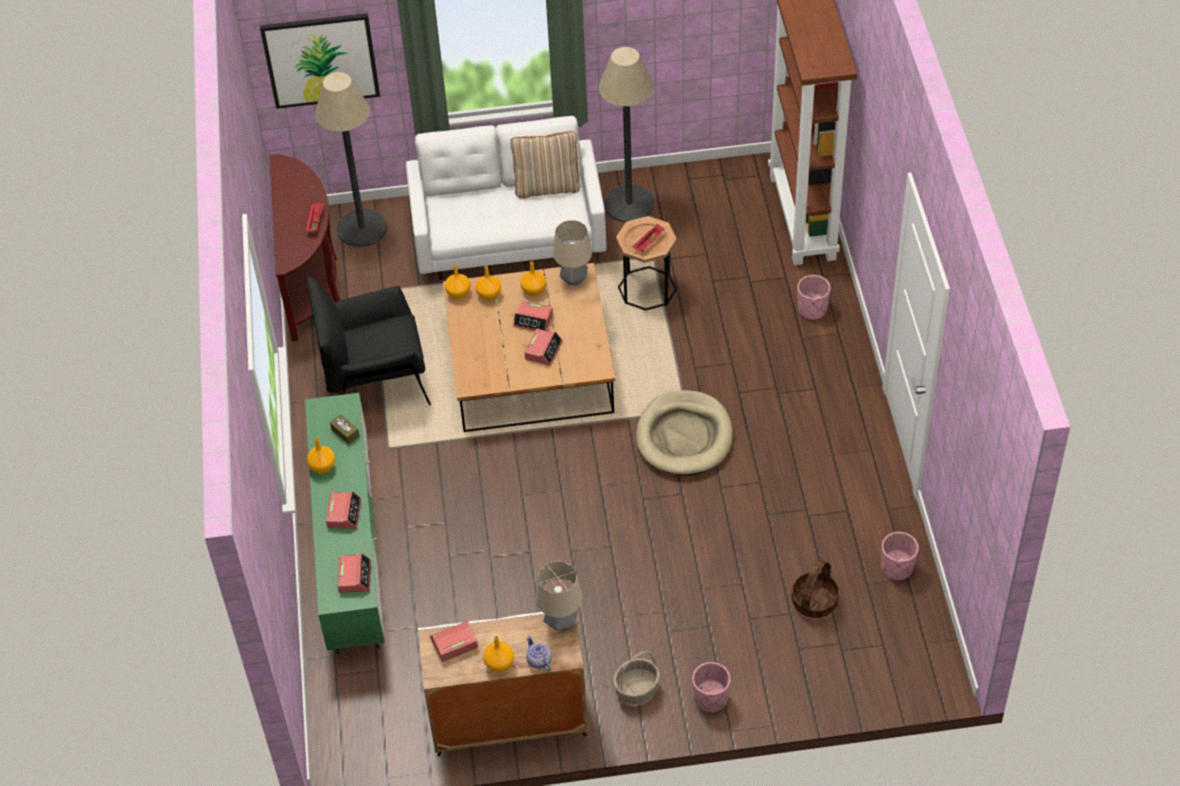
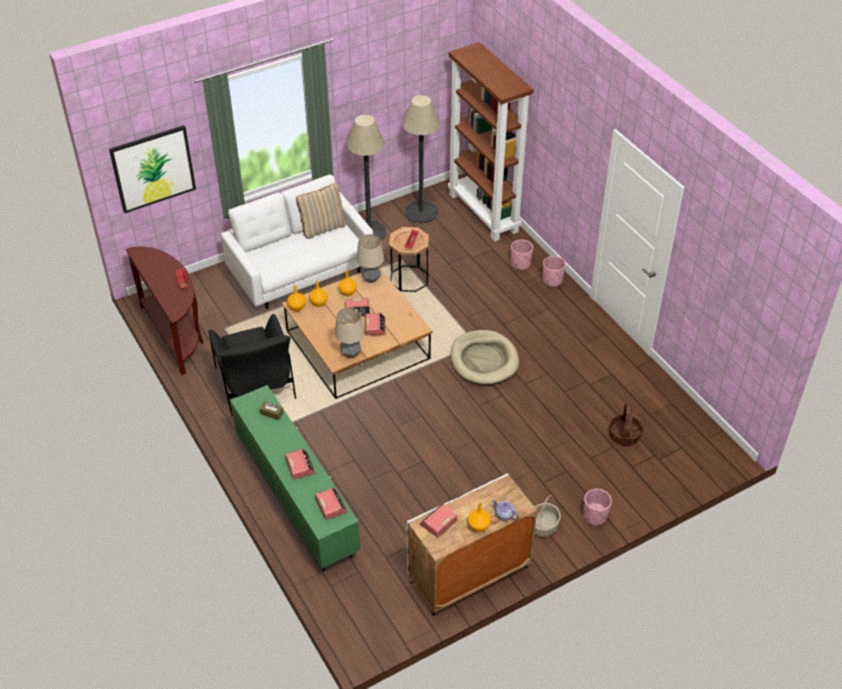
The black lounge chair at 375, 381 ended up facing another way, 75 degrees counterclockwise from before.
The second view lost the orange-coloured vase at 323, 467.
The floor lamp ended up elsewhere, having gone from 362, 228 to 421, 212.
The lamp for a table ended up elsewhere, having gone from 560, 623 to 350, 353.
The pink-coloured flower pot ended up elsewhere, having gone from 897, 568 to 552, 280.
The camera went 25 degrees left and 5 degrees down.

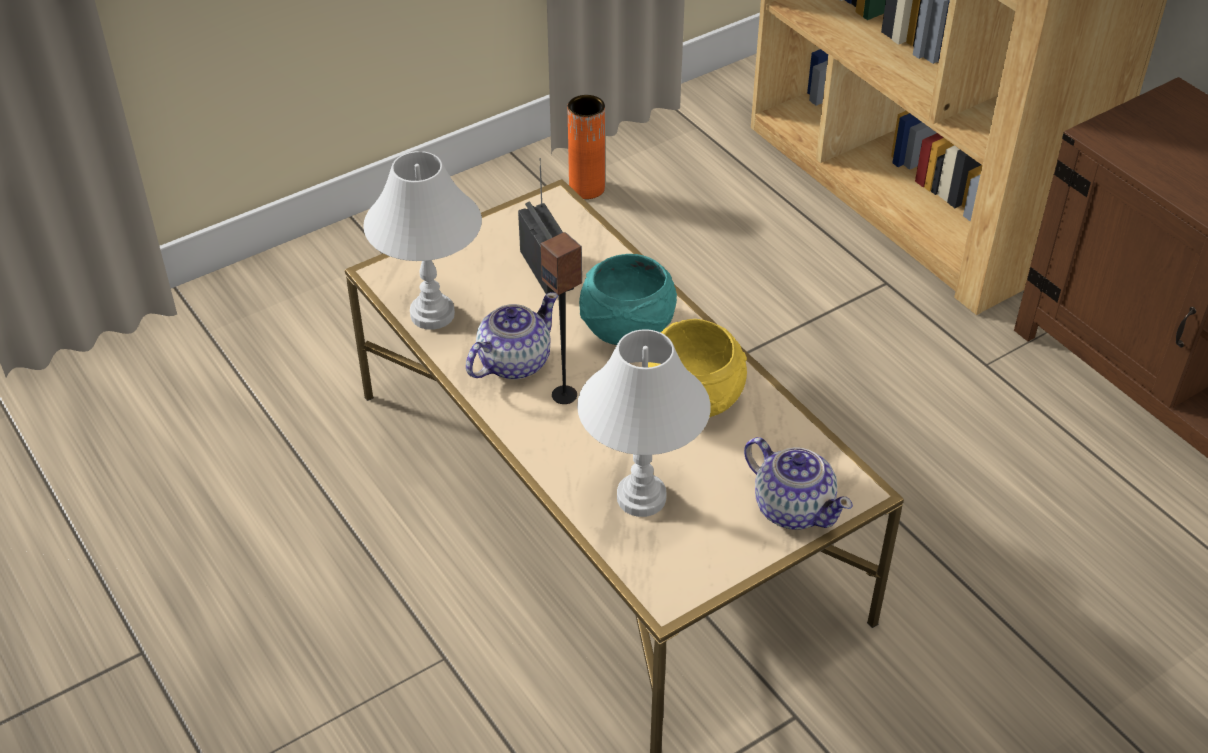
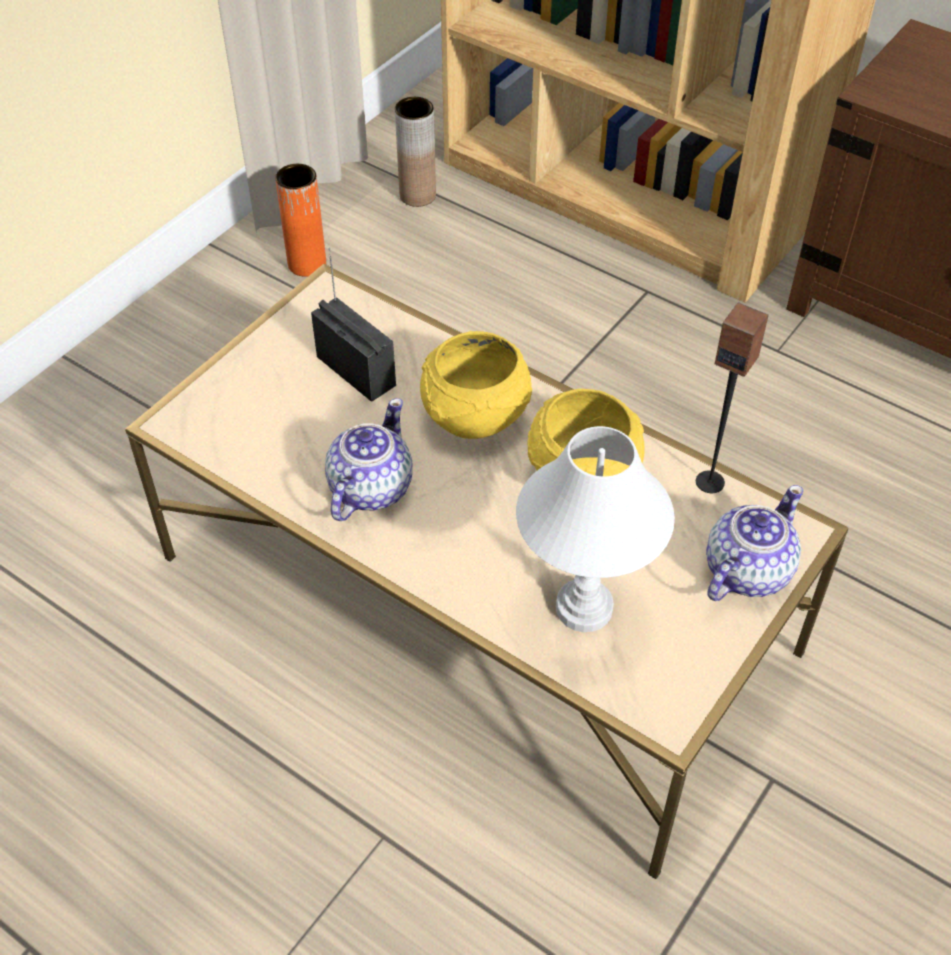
The second view lost the whitish lamp for a table at 432, 313.
The audio speaker ended up elsewhere, having gone from 565, 395 to 710, 482.
What was the blue-green deep dish at 626, 329 turned into the yellow-coloured deep dish at 474, 417.
The pot for tea at 793, 507 ended up facing another way, 75 degrees counterclockwise from before.
The second view gained the brown-coloured vase at 417, 195.
The camera went 20 degrees left and 5 degrees up.

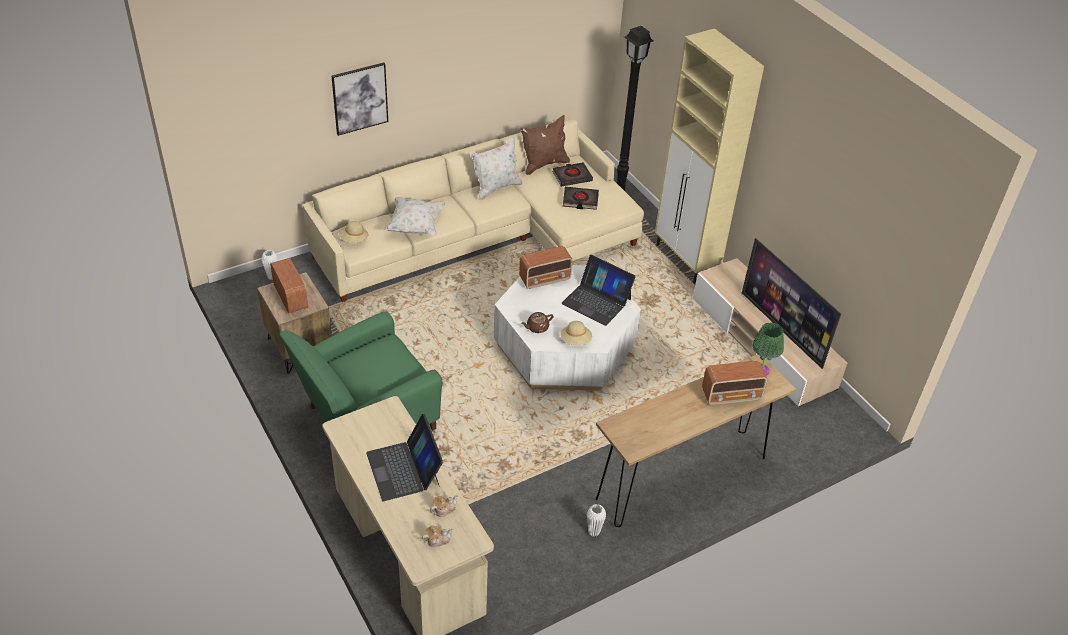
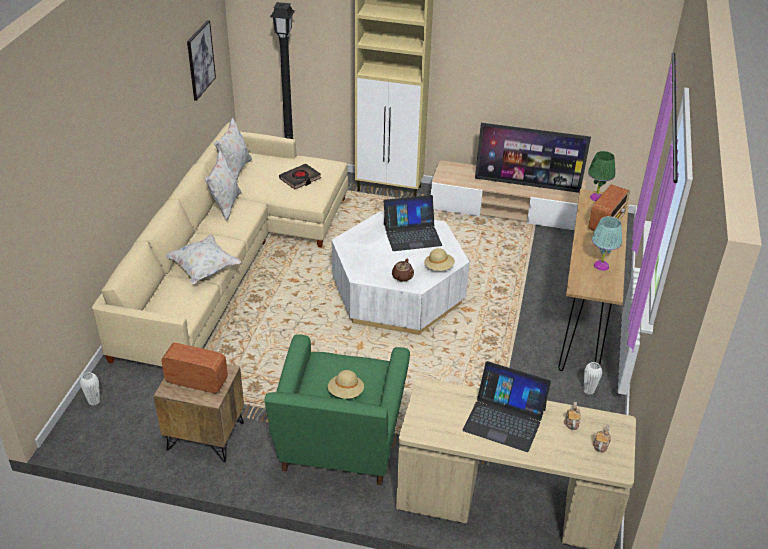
The picture ended up elsewhere, having gone from 360, 98 to 200, 60.
The beige hat ended up elsewhere, having gone from 353, 239 to 346, 392.
What was the brown-coloured pillow at 543, 164 turned into the whitish pillow at 235, 171.
The second view lost the radio at 545, 279.
The second view lost the black book at 572, 177.
The second view gained the blue-green lamp for a table at 601, 265.
The camera went 45 degrees left and 5 degrees down.

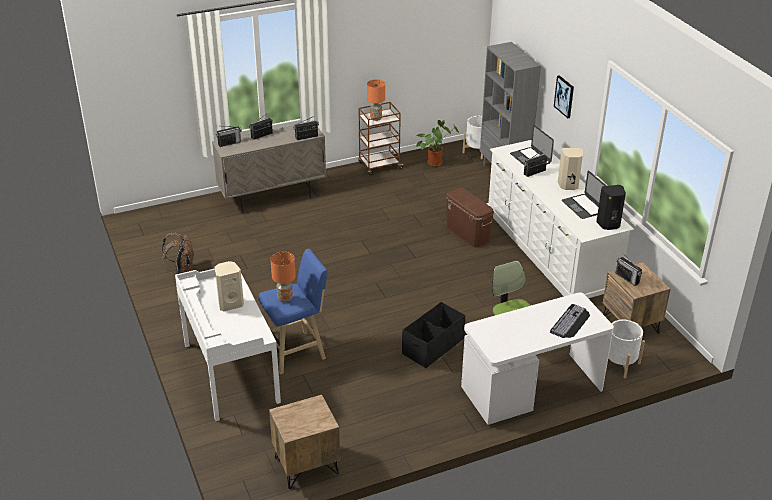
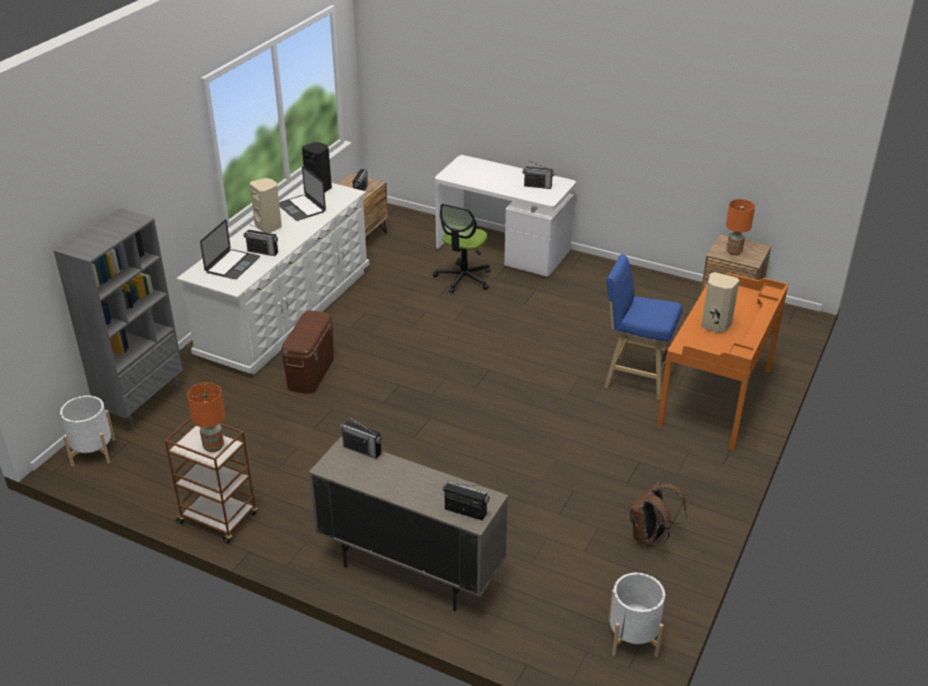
What was the whitish desk at 230, 373 turned into the orange-coloured desk at 716, 398.
The radio ended up elsewhere, having gone from 262, 135 to 538, 186.
The orange-coloured lamp for a table ended up elsewhere, having gone from 285, 298 to 733, 252.
The second view lost the black storage box at 432, 346.
The second view lost the houseplant at 435, 162.
The second view lost the keyboard at 571, 322.
The second view lost the picture at 564, 96.
The portable computer at 583, 206 ended up facing another way, 120 degrees clockwise from before.
The whitish flower pot ended up elsewhere, having gone from 620, 364 to 633, 637.
The camera went 130 degrees left and 0 degrees up.

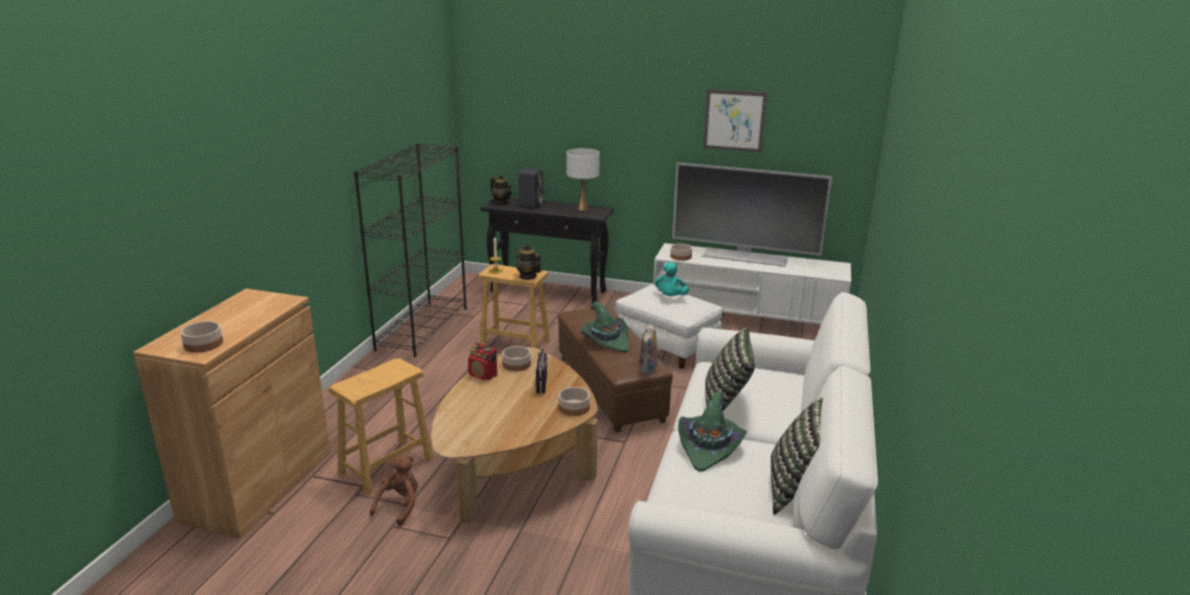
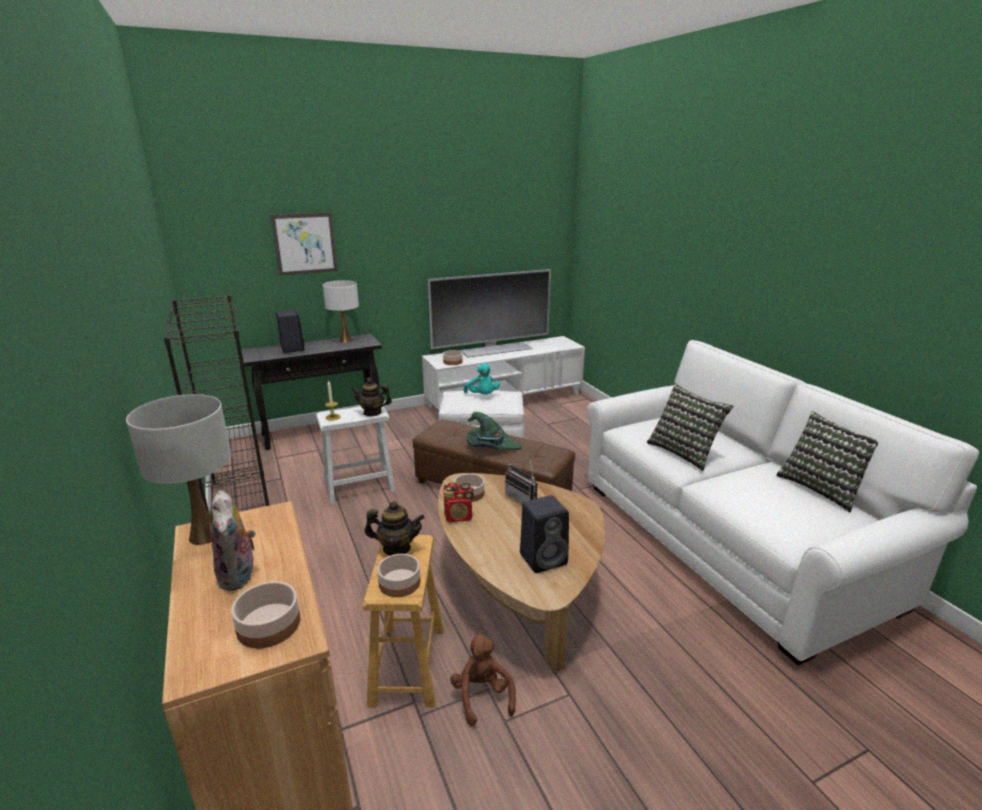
What was the brown-coloured sitting stool at 514, 344 turned into the whitish sitting stool at 359, 488.
The pot for tea ended up elsewhere, having gone from 501, 202 to 396, 548.
The deep dish ended up elsewhere, having gone from 574, 407 to 399, 582.
The plush toy ended up elsewhere, having gone from 648, 369 to 240, 576.
The second view lost the green-coloured hat at 709, 447.
The picture ended up elsewhere, having gone from 734, 120 to 305, 243.
The second view gained the whitish lamp for a table at 204, 536.
The second view gained the black audio speaker at 544, 558.
The camera went 40 degrees left and 0 degrees up.

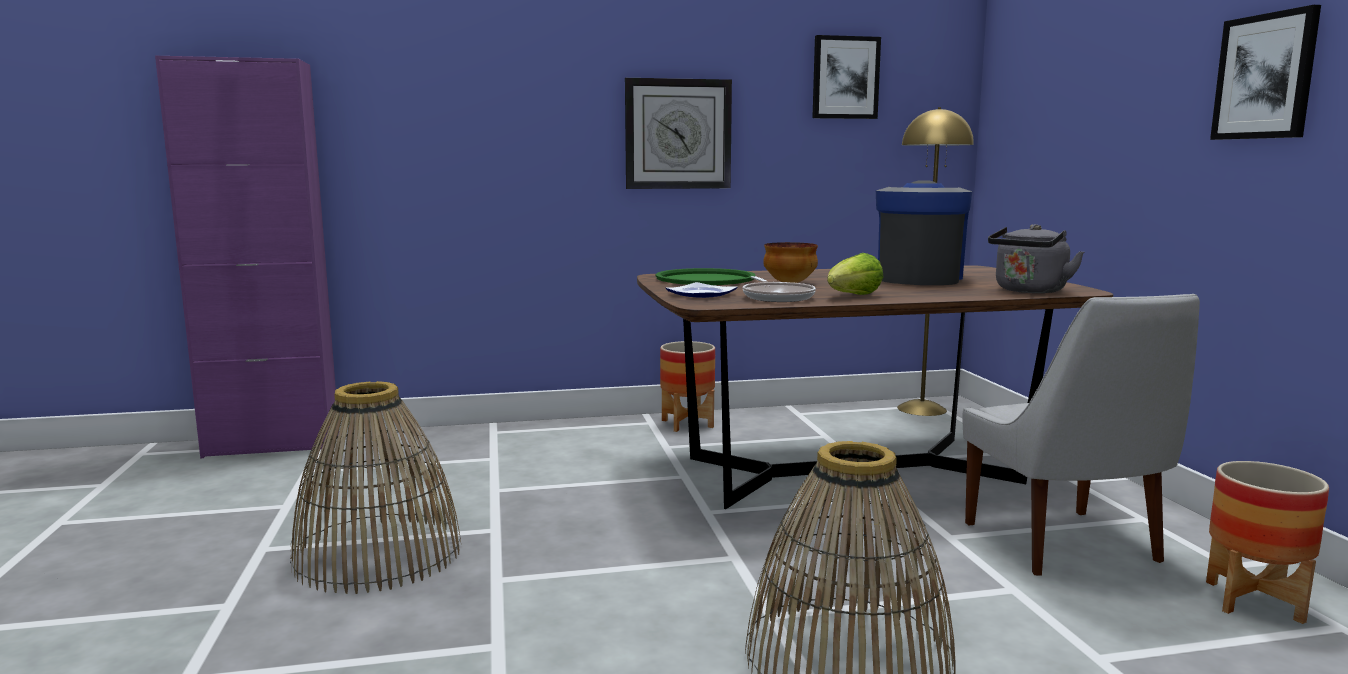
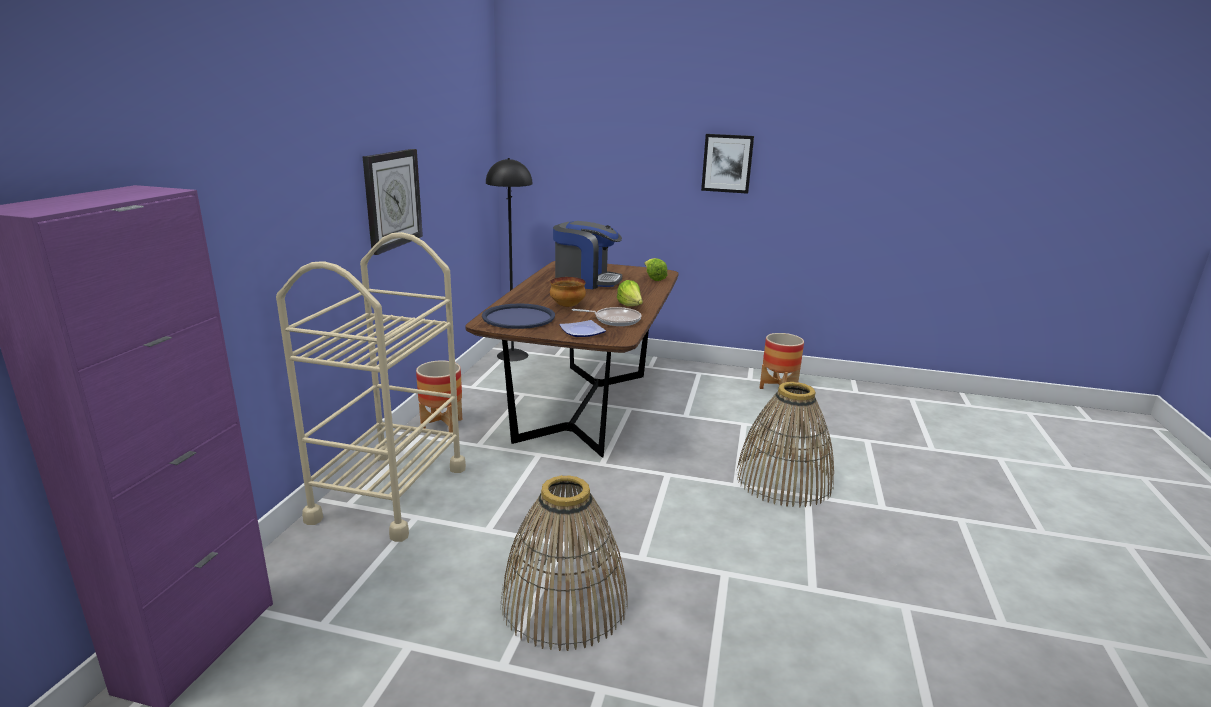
What was the green-coloured tray at 705, 279 turned into the blue-coloured tray at 518, 317.
The second view lost the picture at 845, 78.
The coffee maker at 918, 278 ended up facing another way, 150 degrees clockwise from before.
What was the yellow-coloured floor lamp at 921, 409 turned into the black floor lamp at 512, 355.
The second view lost the whitish upright chair at 1064, 545.
Where the gray kettle stood at 1029, 291, the head of lettuce came to stand at 653, 278.
The second view gained the beige cart at 390, 493.
The camera went 65 degrees left and 10 degrees up.

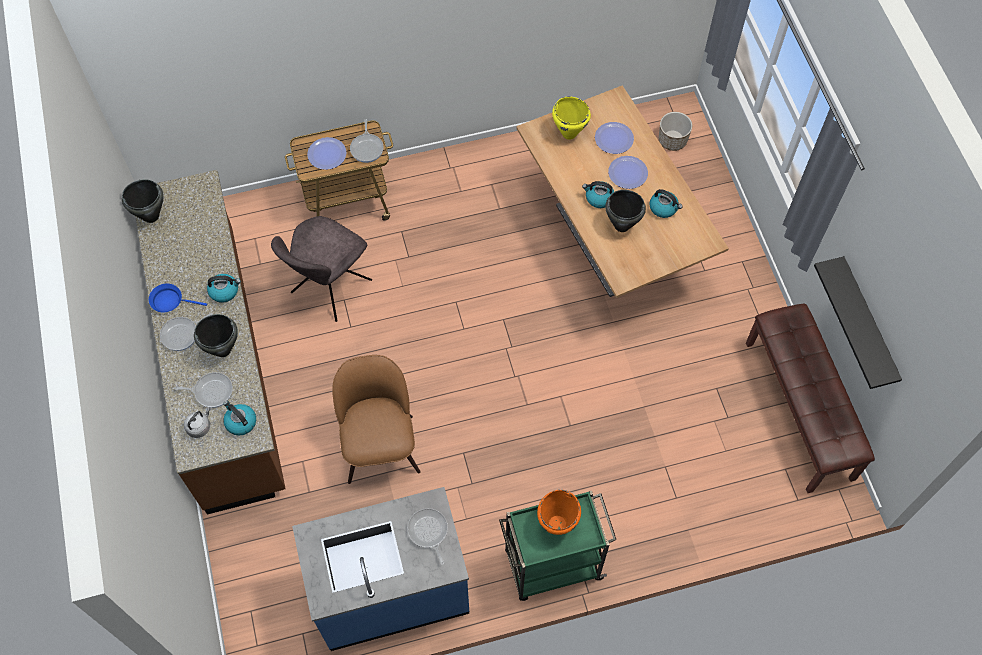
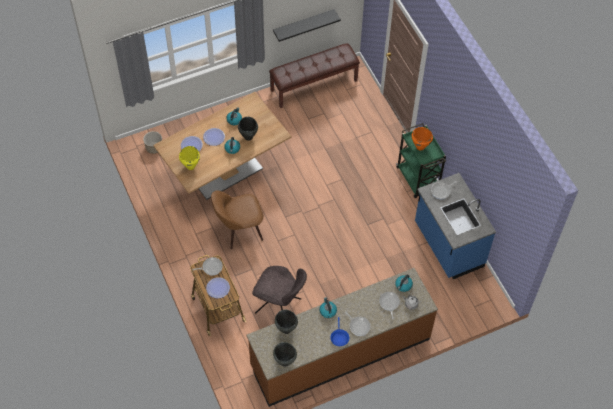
The black cooking pot ended up elsewhere, having gone from 222, 349 to 286, 330.
The brown-coloured upright chair ended up elsewhere, having gone from 380, 444 to 239, 229.
The camera went 100 degrees left and 5 degrees down.

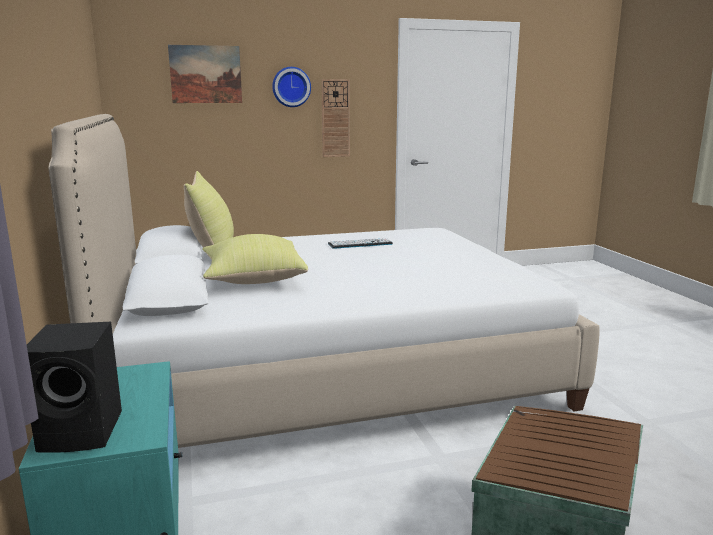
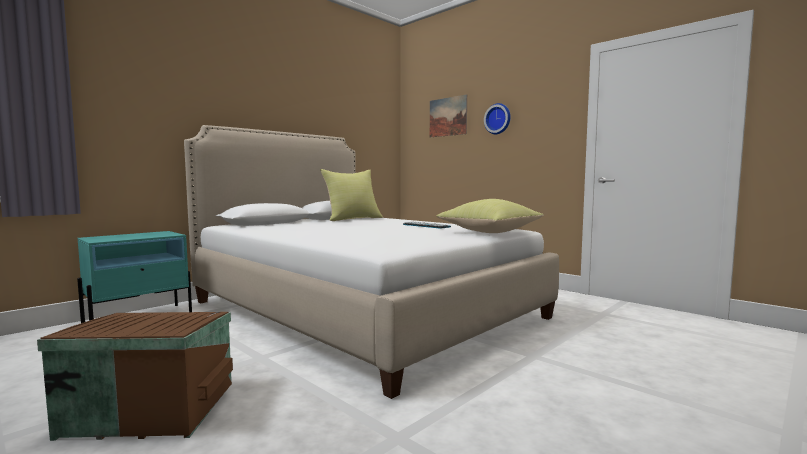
The second view lost the black audio speaker at 84, 431.
The yellow-coloured pillow ended up elsewhere, having gone from 253, 279 to 490, 232.
The second view lost the wall clock at 335, 118.
The camera went 60 degrees right and 10 degrees down.

